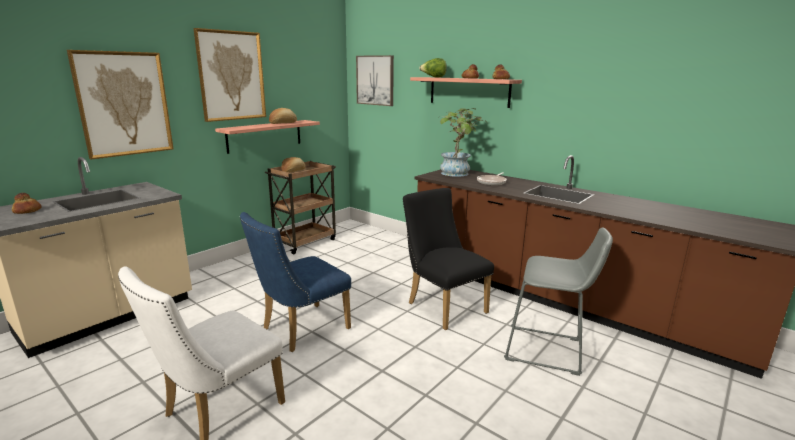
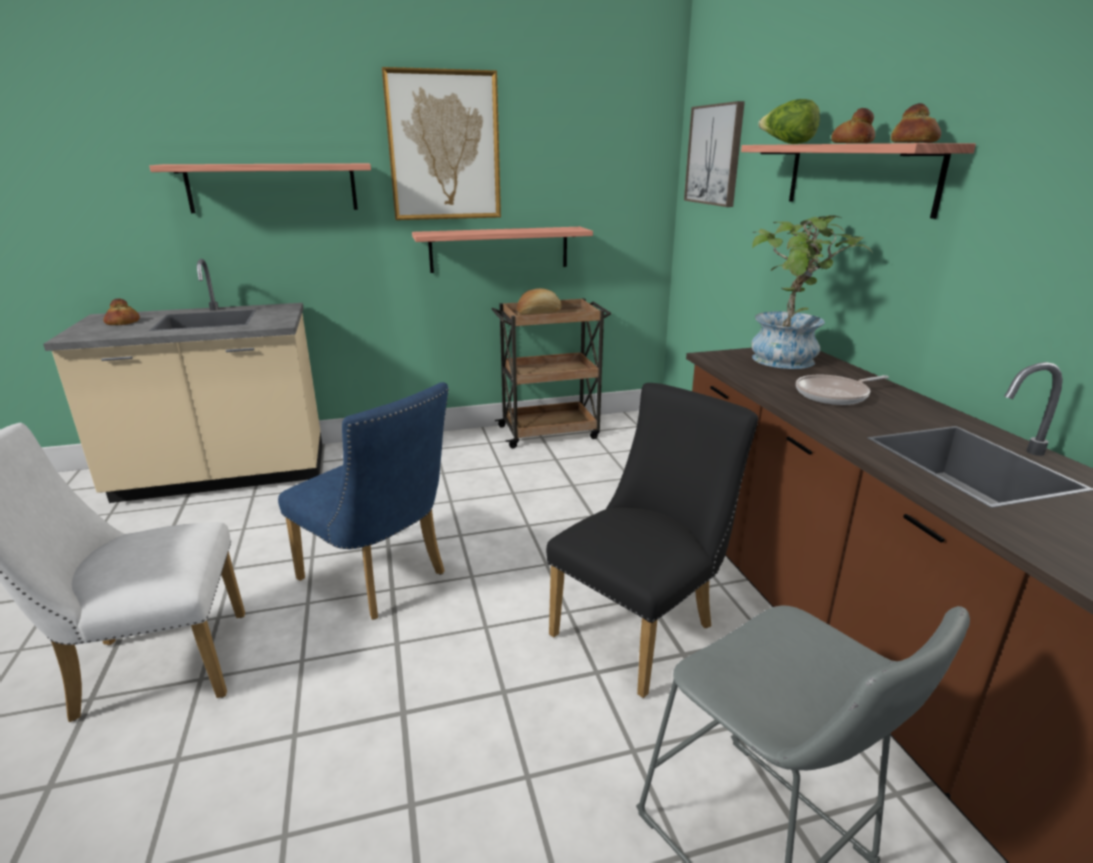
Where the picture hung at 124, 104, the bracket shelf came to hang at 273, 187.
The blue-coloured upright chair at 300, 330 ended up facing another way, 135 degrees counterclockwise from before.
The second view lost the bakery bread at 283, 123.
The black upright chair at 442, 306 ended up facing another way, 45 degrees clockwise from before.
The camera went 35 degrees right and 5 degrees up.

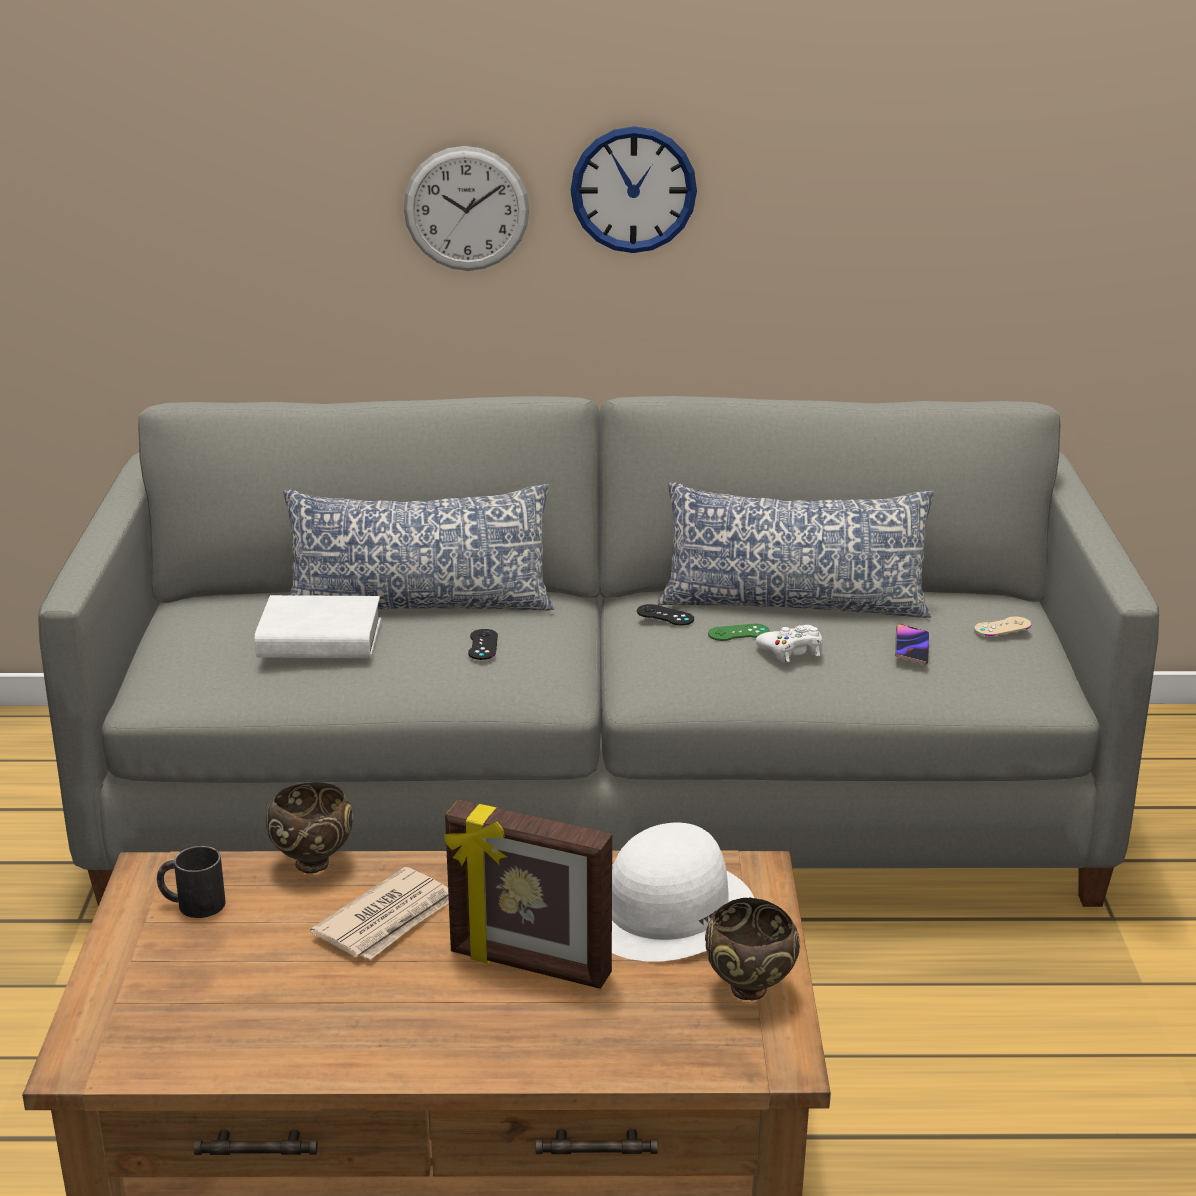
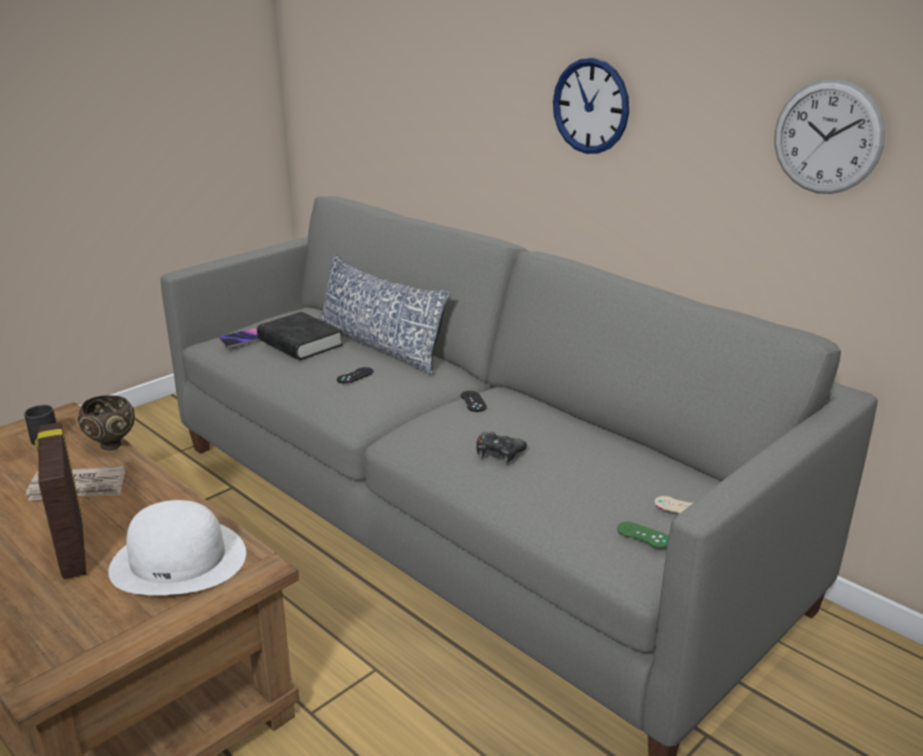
What was the whitish book at 320, 639 turned into the black book at 300, 343.
The wall clock ended up elsewhere, having gone from 466, 209 to 827, 137.
The second view lost the pillow at 793, 603.
The second view lost the brown-coloured deep dish at 750, 991.
The green-coloured joypad ended up elsewhere, having gone from 738, 633 to 643, 535.
What was the whitish joypad at 792, 651 turned into the black joypad at 498, 452.
The phone ended up elsewhere, having gone from 911, 648 to 241, 340.
The camera went 45 degrees right and 0 degrees up.

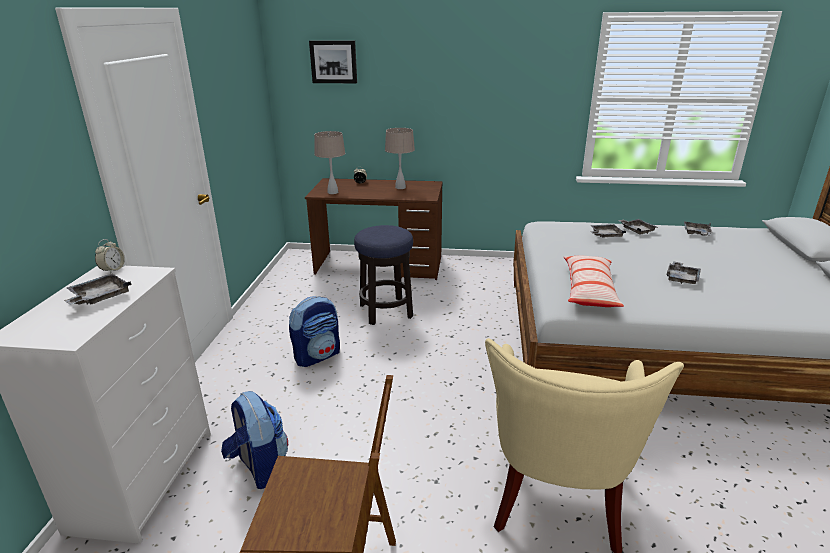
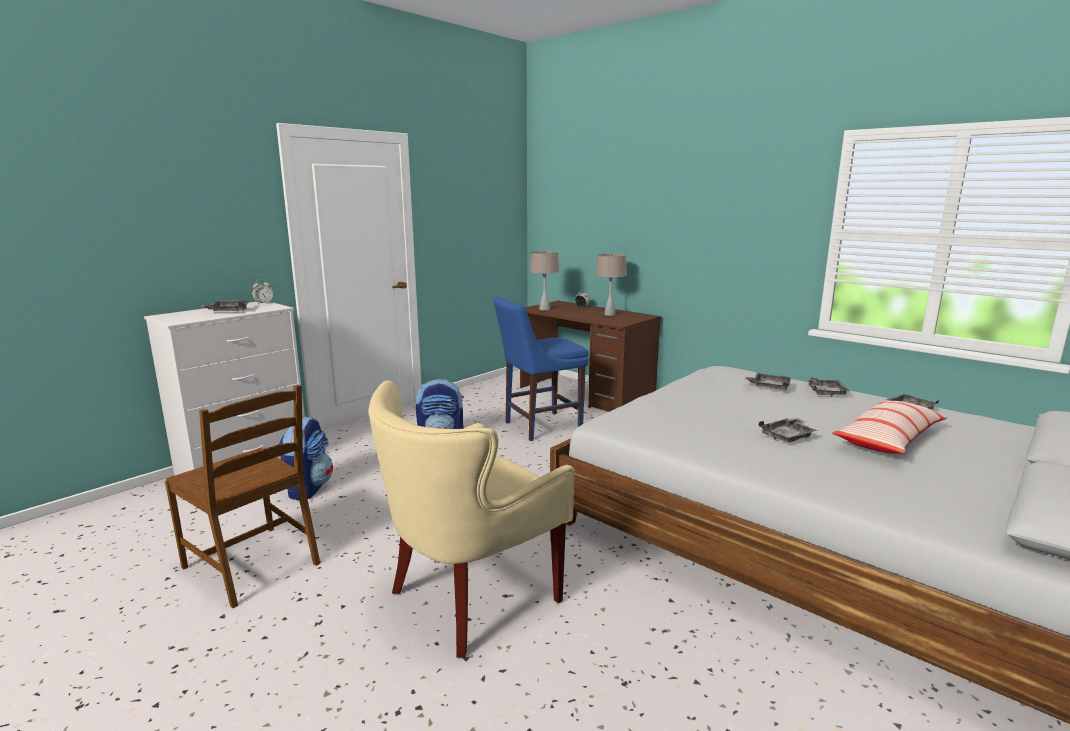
The second view lost the picture at 333, 62.
Where the sitting stool stood at 386, 311, the blue-coloured upright chair came to stand at 539, 426.
The pillow ended up elsewhere, having gone from 589, 290 to 888, 439.
The camera went 35 degrees right and 10 degrees down.

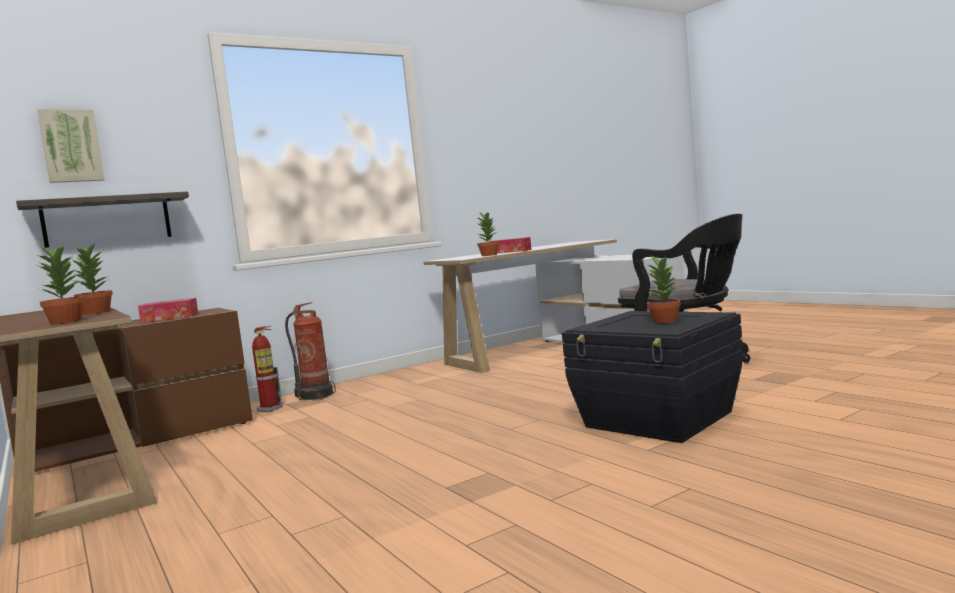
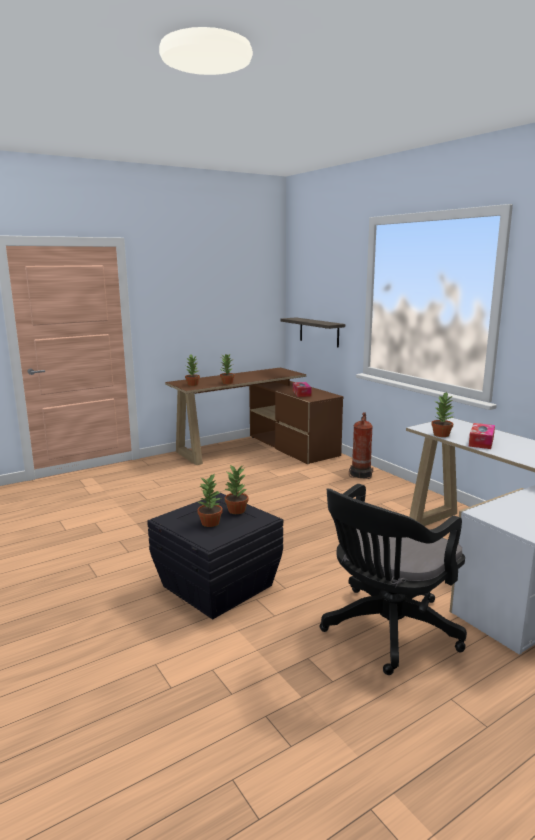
The second view lost the picture at 71, 146.
The second view lost the extinguisher at 270, 409.
The second view gained the houseplant at 237, 510.
The camera went 90 degrees right and 10 degrees up.

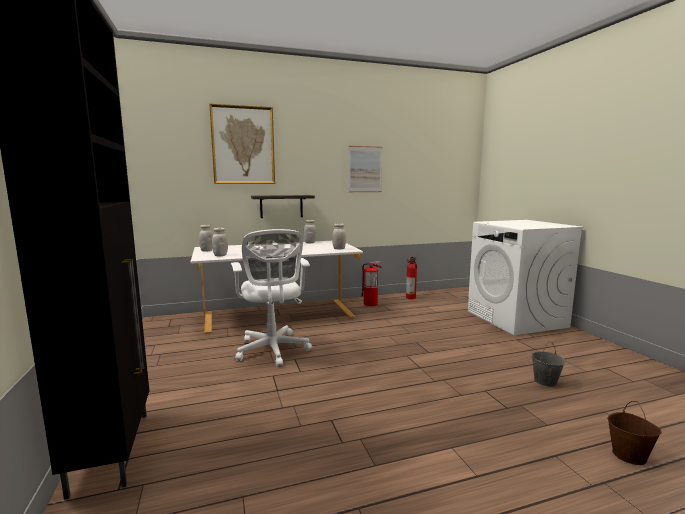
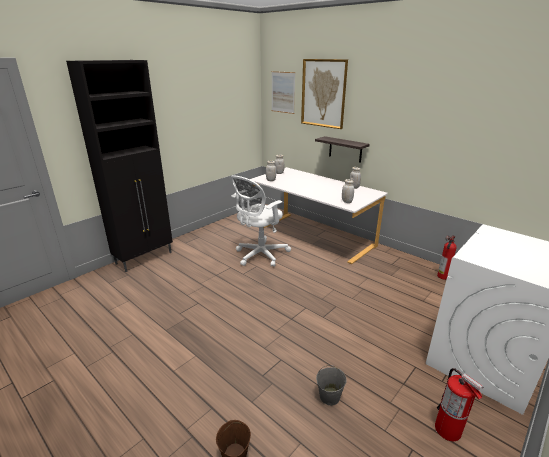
The picture ended up elsewhere, having gone from 365, 169 to 283, 92.
The extinguisher ended up elsewhere, having gone from 370, 304 to 448, 430.
The camera went 60 degrees right and 15 degrees up.

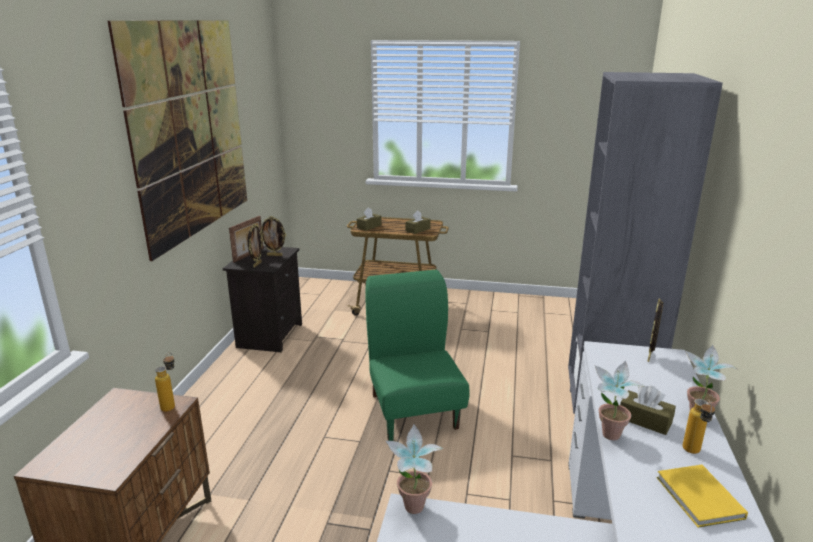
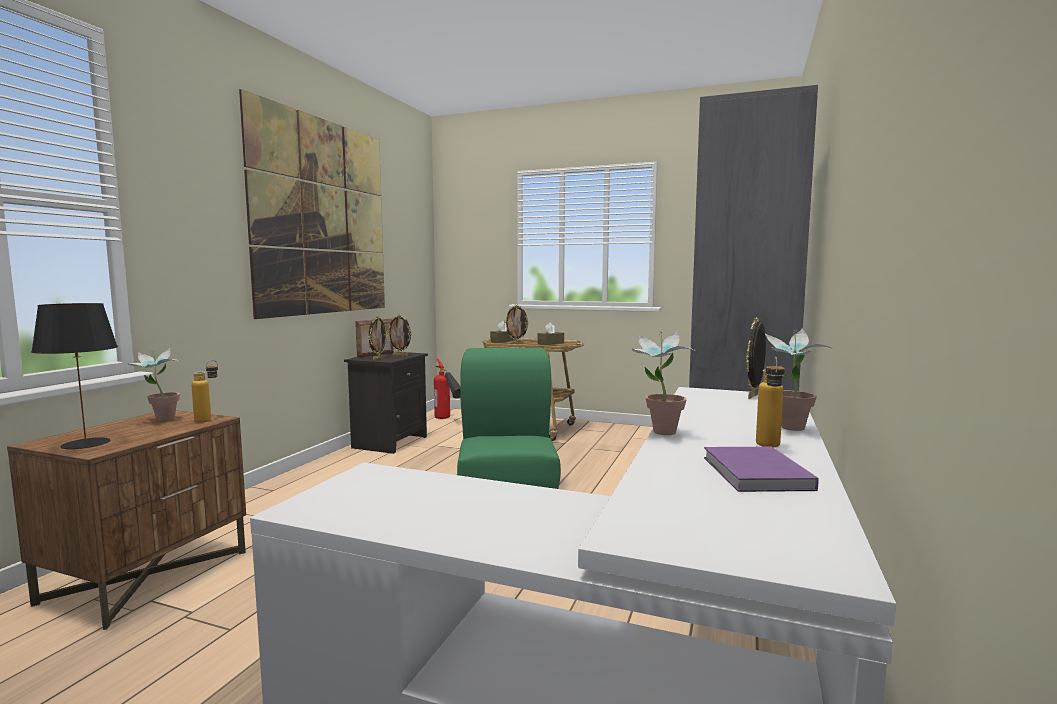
The houseplant ended up elsewhere, having gone from 413, 512 to 160, 420.
The second view lost the brown-coloured tissue holder at 645, 420.
What was the yellow-coloured book at 699, 499 turned into the purple-coloured book at 755, 474.
The second view gained the black lamp for a table at 86, 443.
The second view gained the extinguisher at 448, 420.
The second view gained the photo frame at 516, 343.
The camera went 10 degrees right and 15 degrees down.

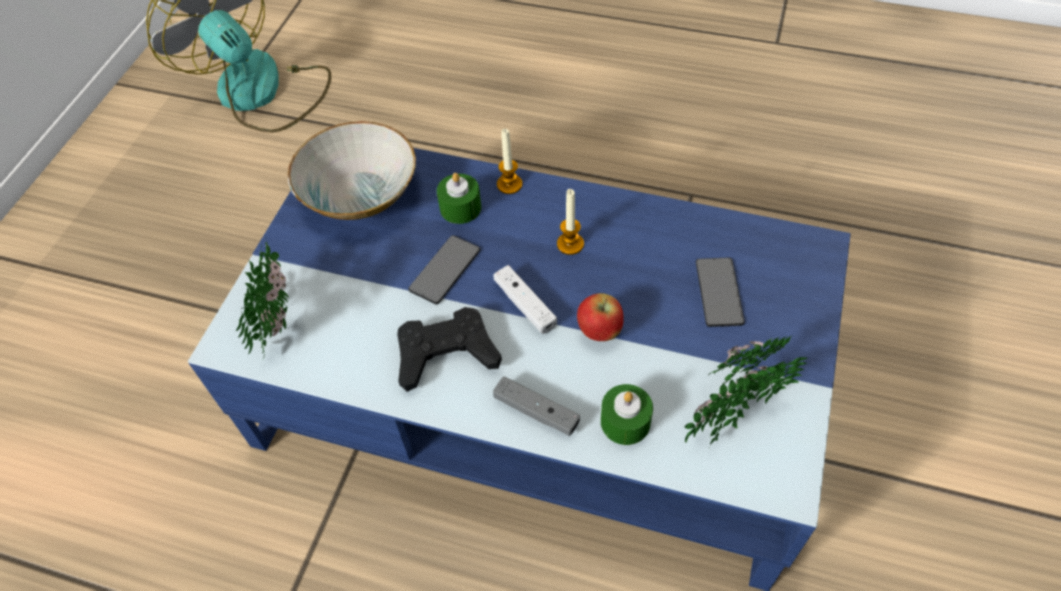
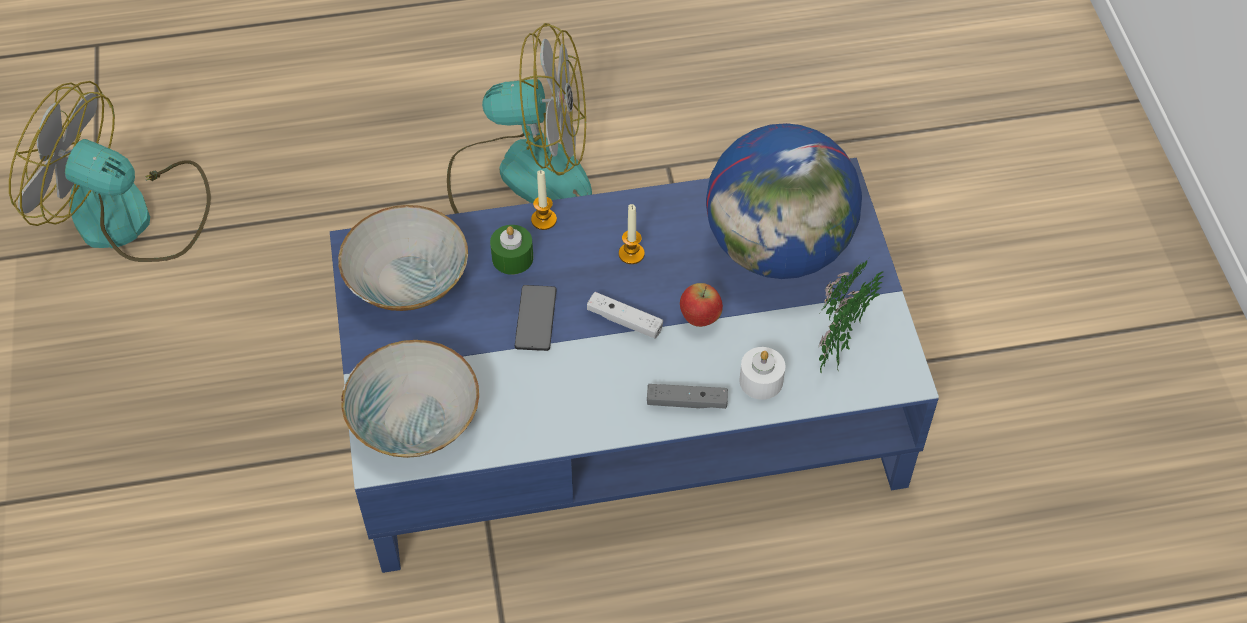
Where the houseplant stood at 279, 318, the deep dish came to stand at 413, 418.
The second view lost the black joypad at 446, 353.
What was the green-coloured wax light at 625, 422 turned into the whitish wax light at 761, 381.
Where the phone stood at 719, 293, the world globe came to stand at 778, 248.
The second view gained the cooling fan at 521, 177.
The camera went 30 degrees left and 0 degrees up.

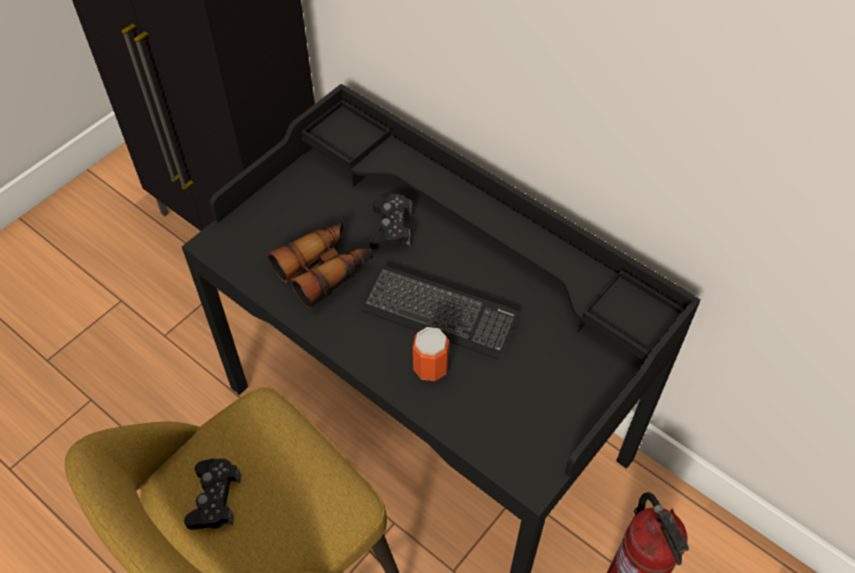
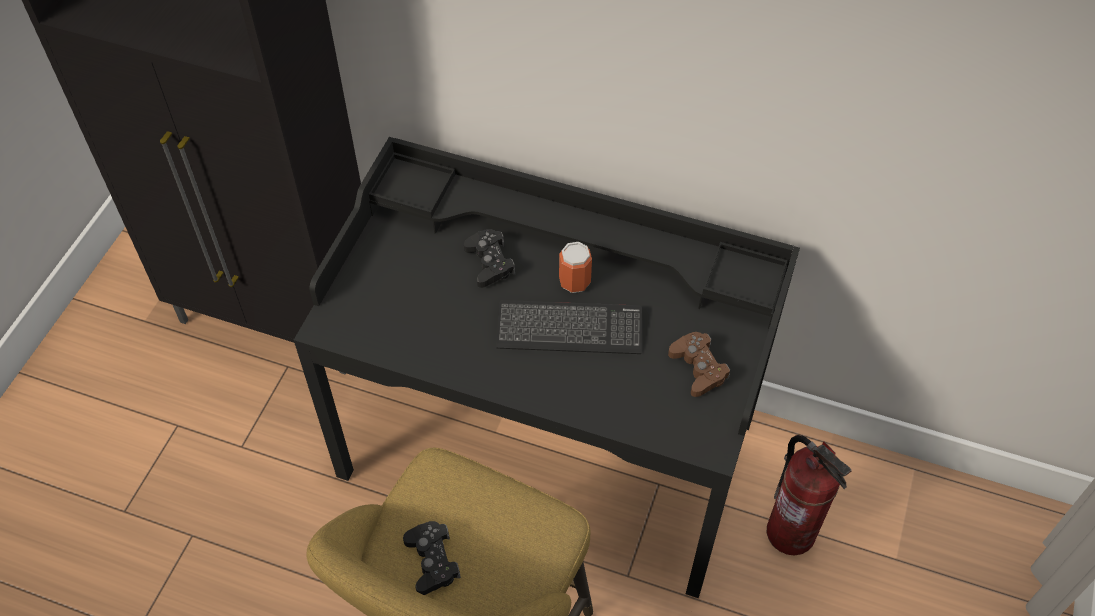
The second view lost the binoculars at 325, 269.
The sealed can ended up elsewhere, having gone from 430, 368 to 574, 282.
The second view gained the brown-coloured joypad at 698, 368.
The camera went 20 degrees left and 0 degrees up.

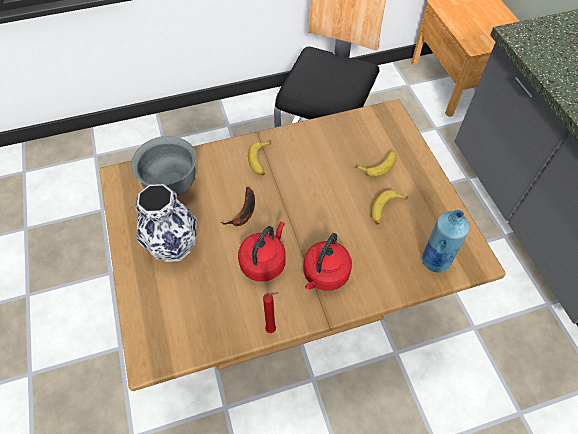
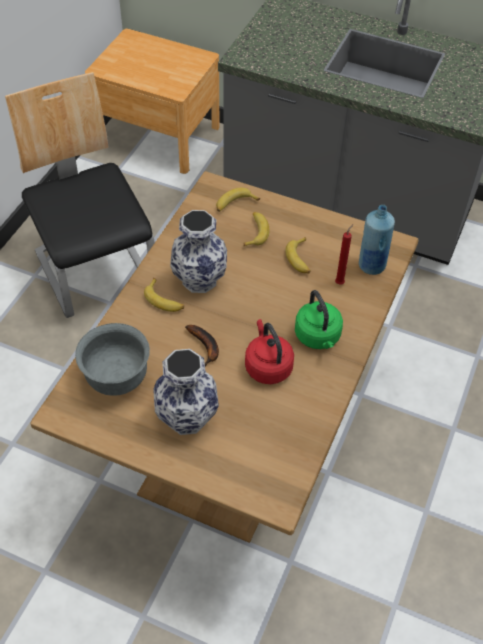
The reddish wax light ended up elsewhere, having gone from 272, 329 to 340, 282.
What was the reddish kettle at 324, 275 turned into the green-coloured kettle at 318, 337.
The second view gained the vase at 200, 279.
The second view gained the whole banana at 234, 204.
The camera went 50 degrees left and 5 degrees down.

